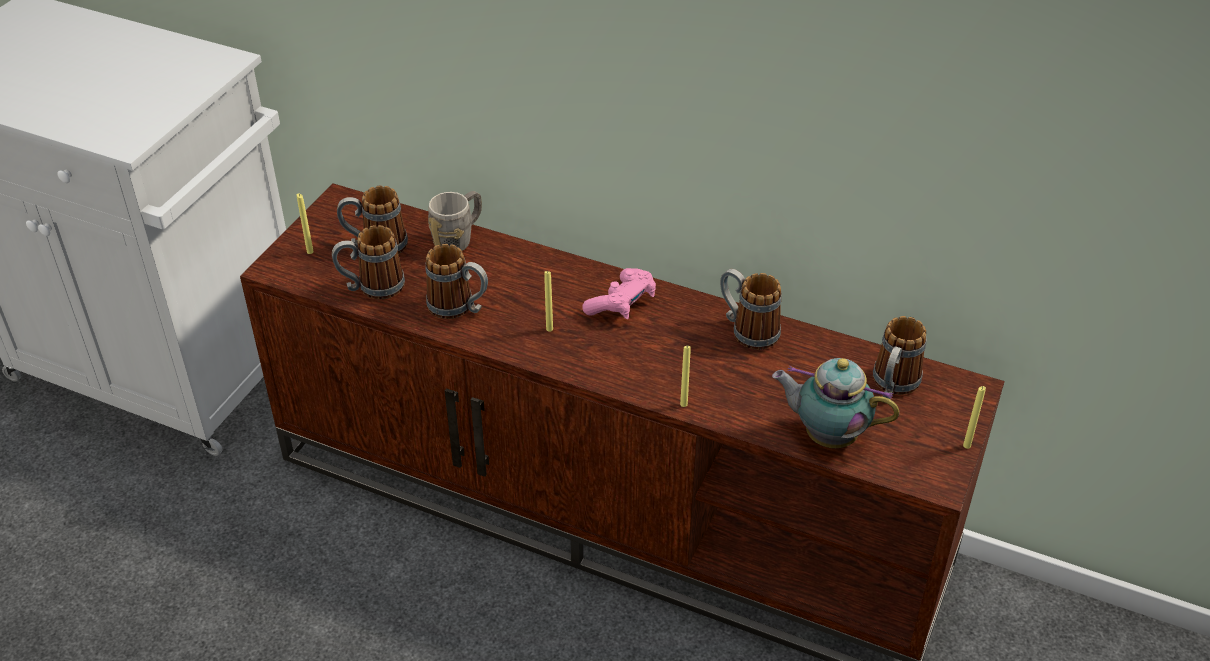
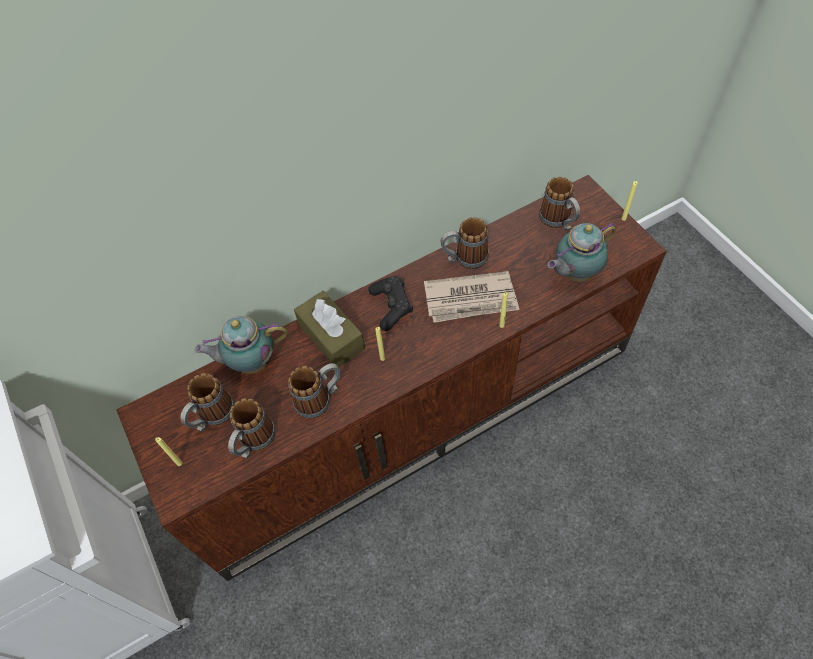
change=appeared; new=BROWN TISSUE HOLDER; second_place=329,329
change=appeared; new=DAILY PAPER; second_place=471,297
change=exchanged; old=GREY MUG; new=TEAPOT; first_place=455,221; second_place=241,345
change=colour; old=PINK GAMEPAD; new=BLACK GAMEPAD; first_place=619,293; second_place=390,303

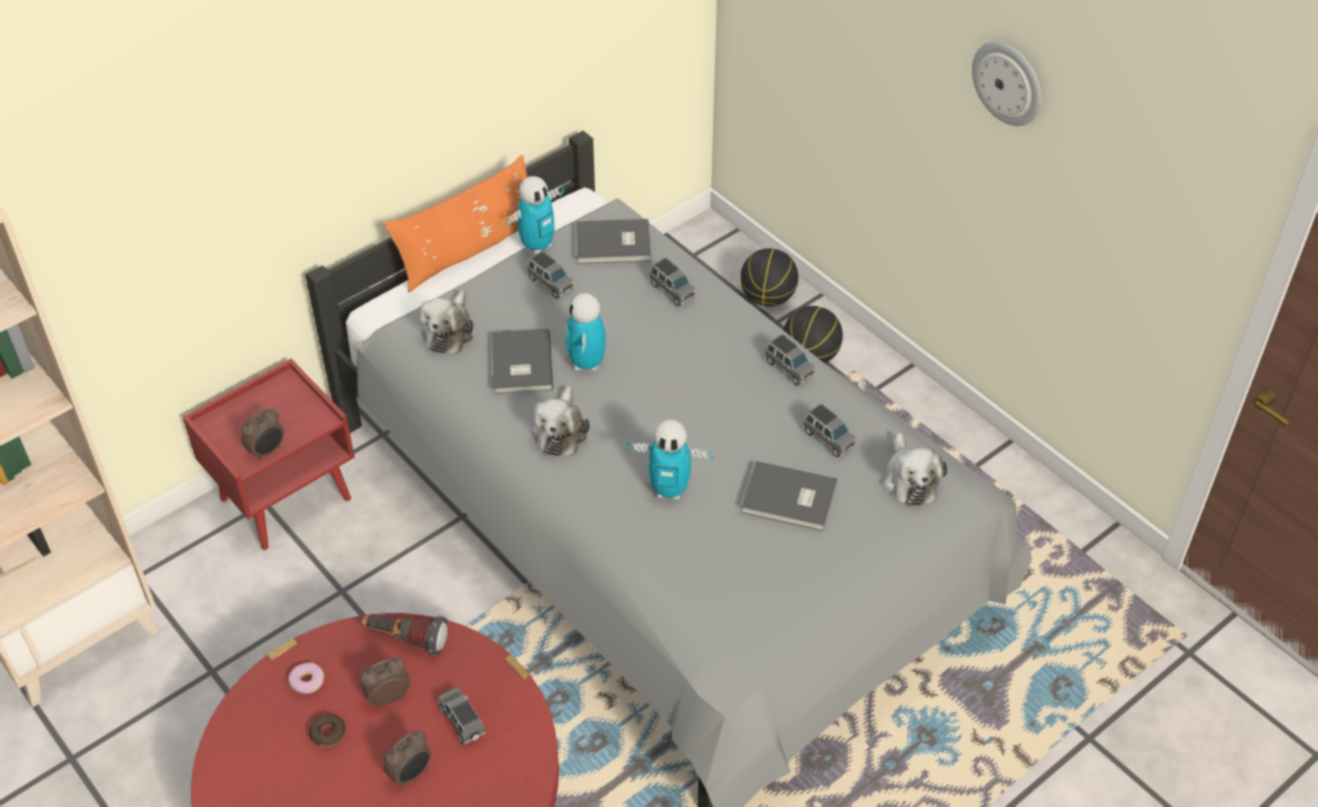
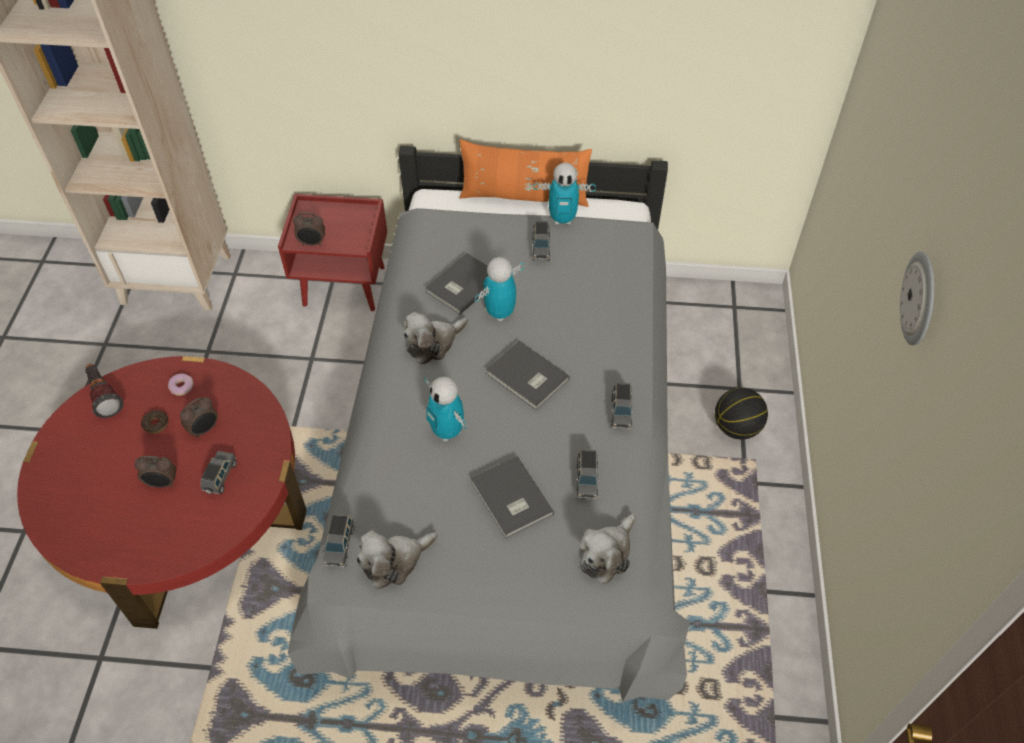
change=missing; old=BASKETBALL BALL; first_place=769,277
change=relocated; old=FLASHLIGHT; first_place=404,635; second_place=104,390
change=relocated; old=CUDDLY TOY; first_place=447,322; second_place=397,559
change=relocated; old=GREY BOOK; first_place=613,241; second_place=528,375
change=relocated; old=GREY MODEL CAR; first_place=673,282; second_place=338,540
change=spun; old=TABLE CLOCK; first_place=385,682; second_place=199,418; degrees=120

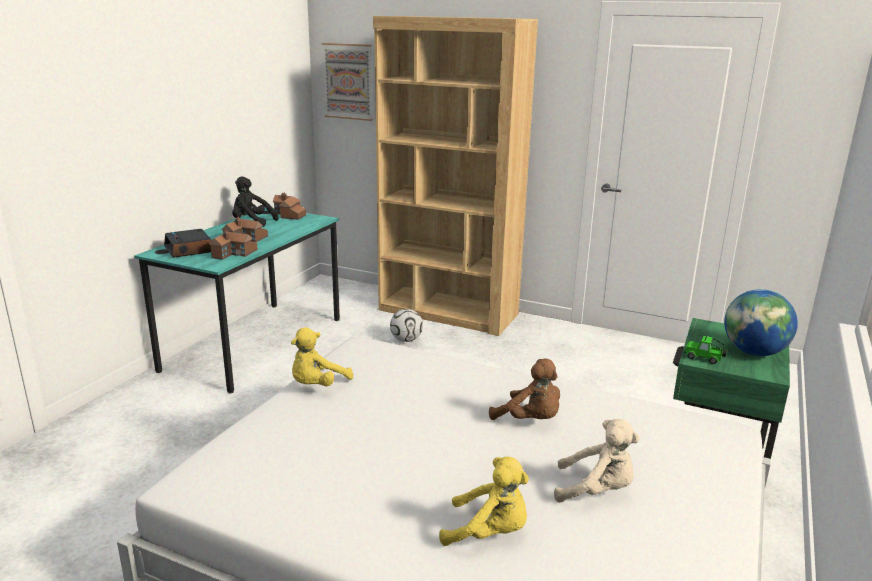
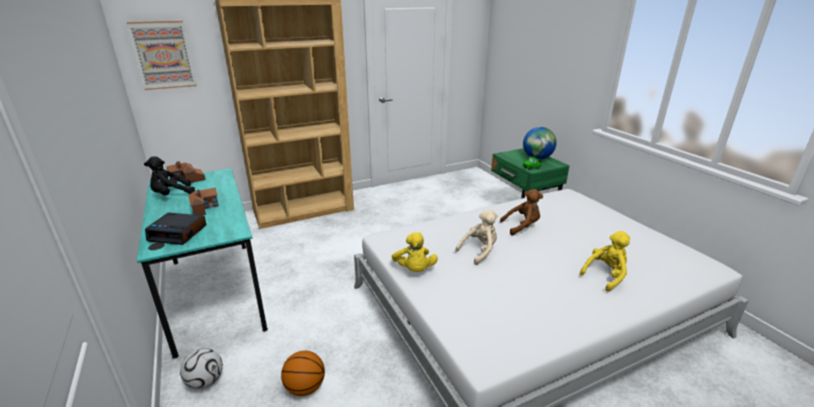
change=missing; old=MINIATURE HOUSE; first_place=233,245
change=appeared; new=BASKETBALL BALL; second_place=303,373
change=relocated; old=FOOTBALL BALL; first_place=406,325; second_place=201,368
change=relocated; old=SAND-COLOURED CUDDLY TOY; first_place=597,461; second_place=476,237

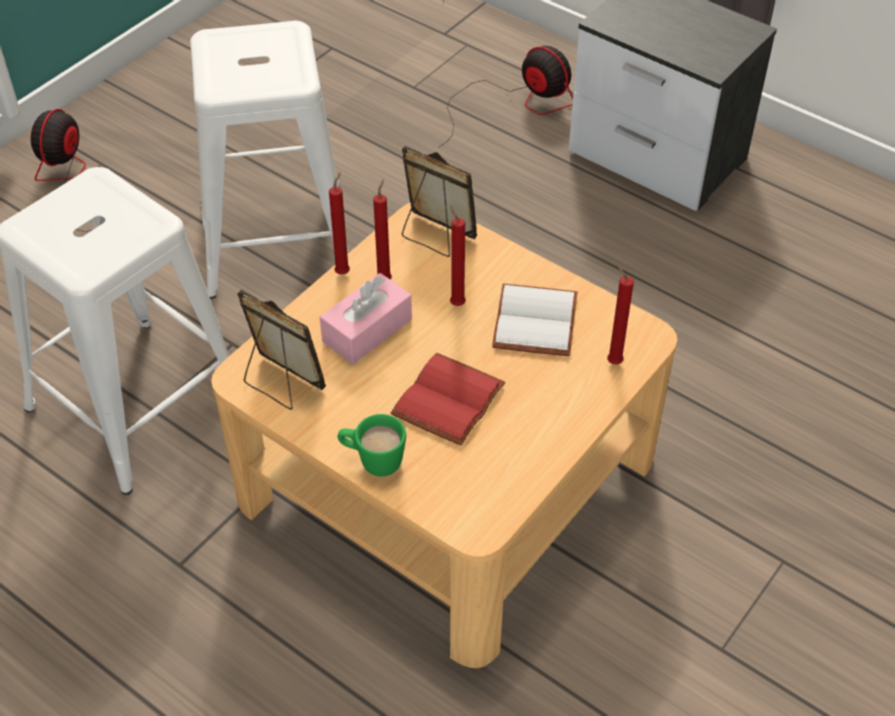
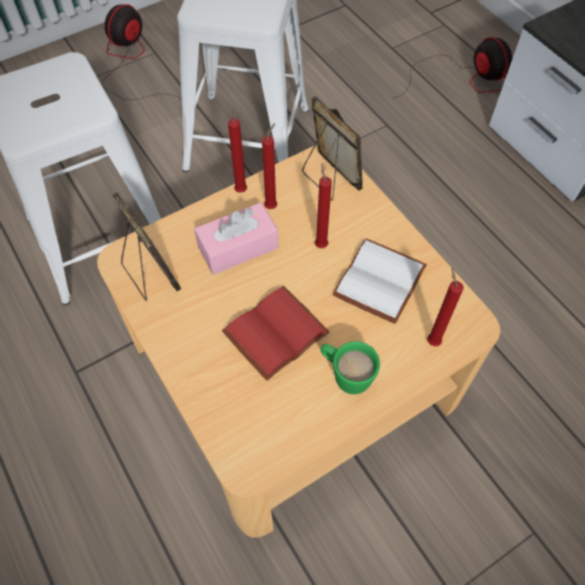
change=relocated; old=GREEN MUG; first_place=372,445; second_place=350,367

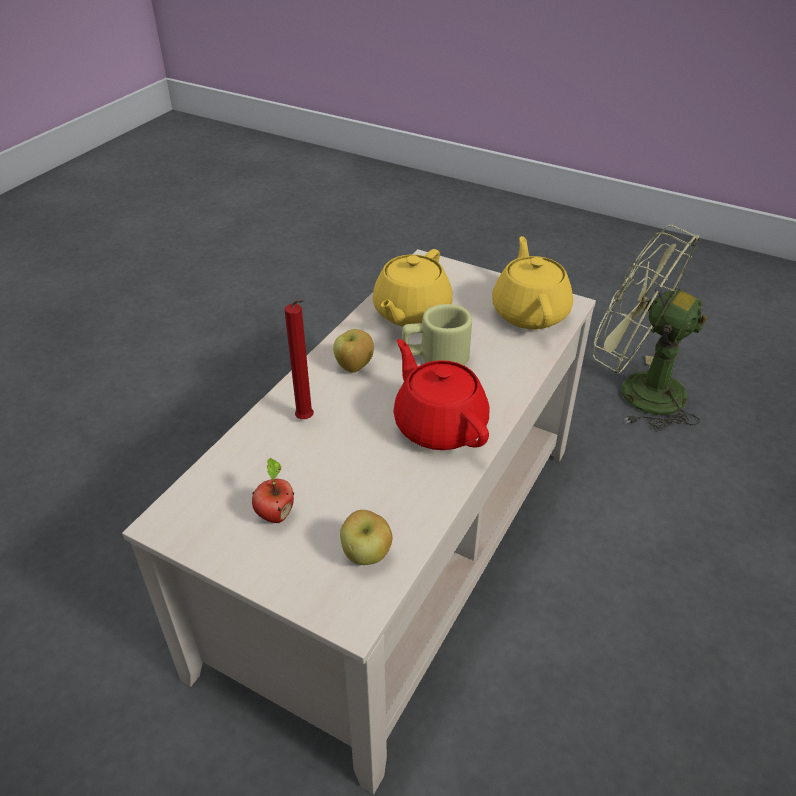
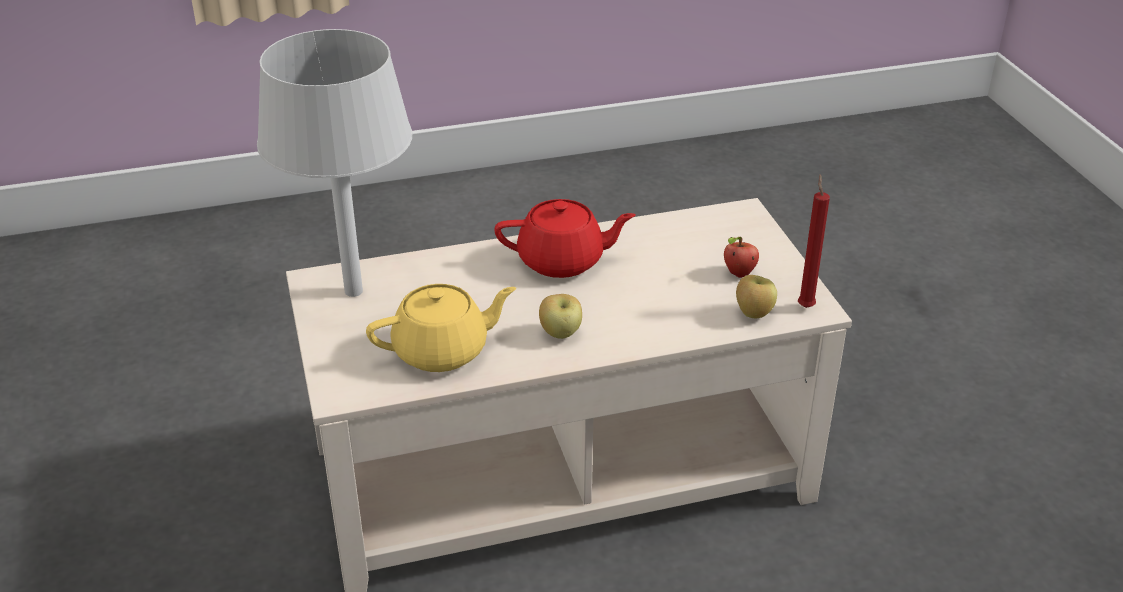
change=missing; old=SAND-COLOURED MUG; first_place=437,335
change=missing; old=GREEN FAN; first_place=650,328
change=relocated; old=REDDISH WAX CANDLE; first_place=299,359; second_place=814,241
change=relocated; old=APPLE; first_place=366,537; second_place=756,296
change=exchanged; old=YELLOW TEAPOT; new=GREY TABLETOP LAMP; first_place=532,282; second_place=334,163
change=spun; old=REDDISH TEAPOT; first_place=441,394; second_place=565,238; degrees=-105

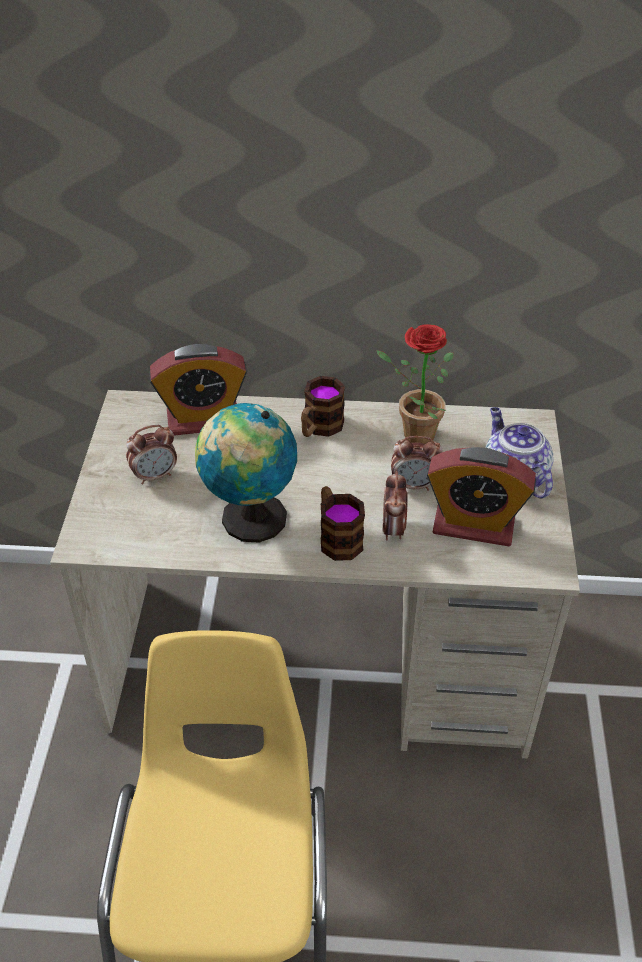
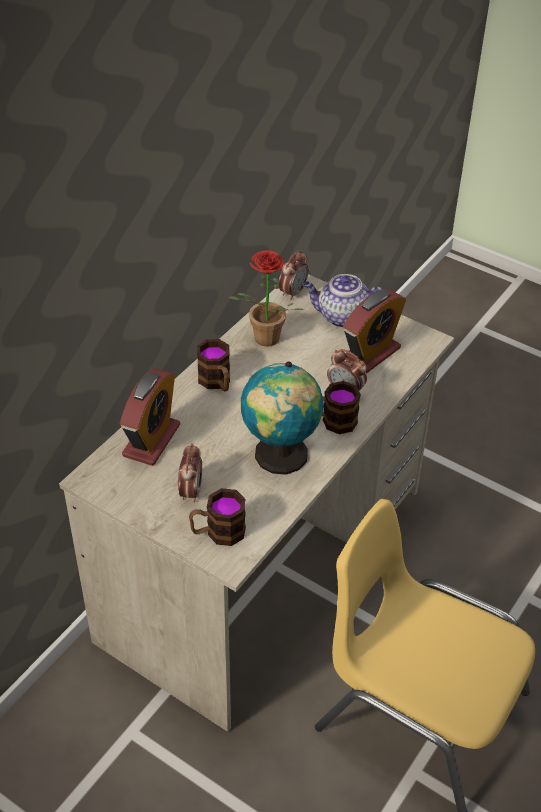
change=appeared; new=MUG; second_place=217,517
change=relocated; old=TABLE CLOCK; first_place=417,463; second_place=293,275

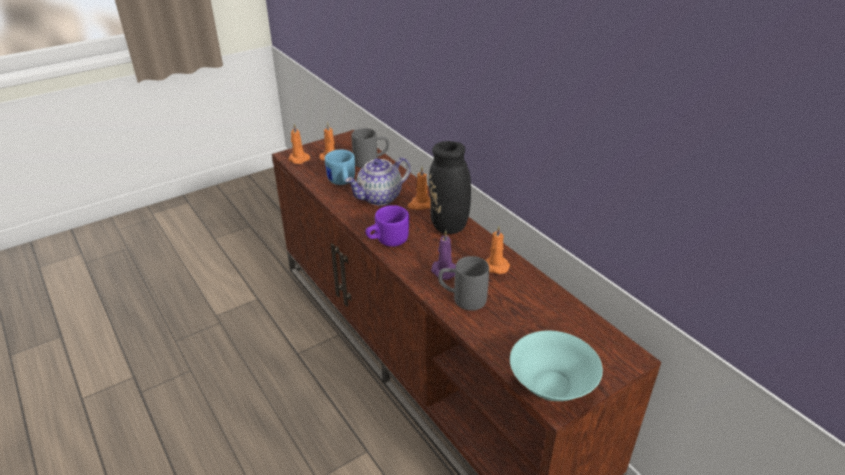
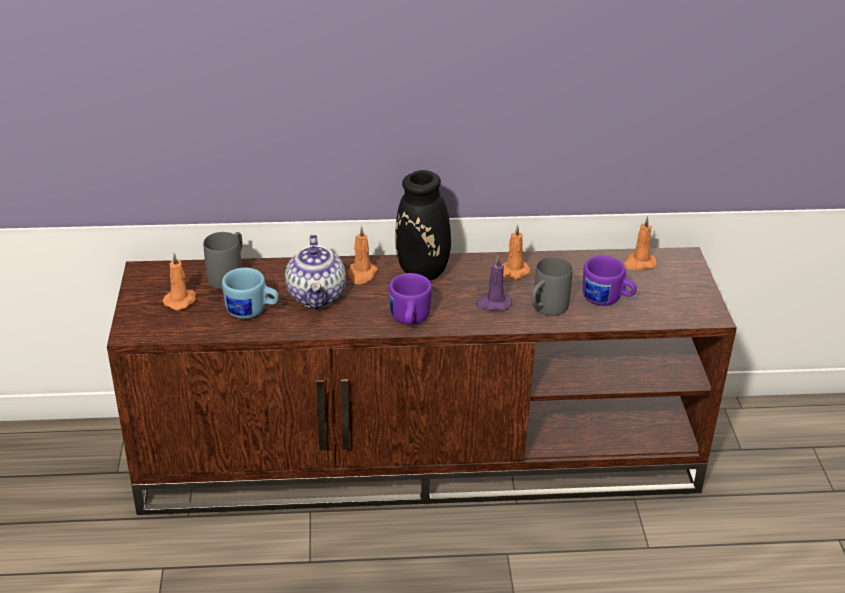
change=missing; old=BLUE-GREEN DEEP DISH; first_place=556,366
change=appeared; new=PURPLE-COLOURED MUG; second_place=610,281
change=relocated; old=ORANGE-COLOURED WAX CANDLE; first_place=299,144; second_place=640,243

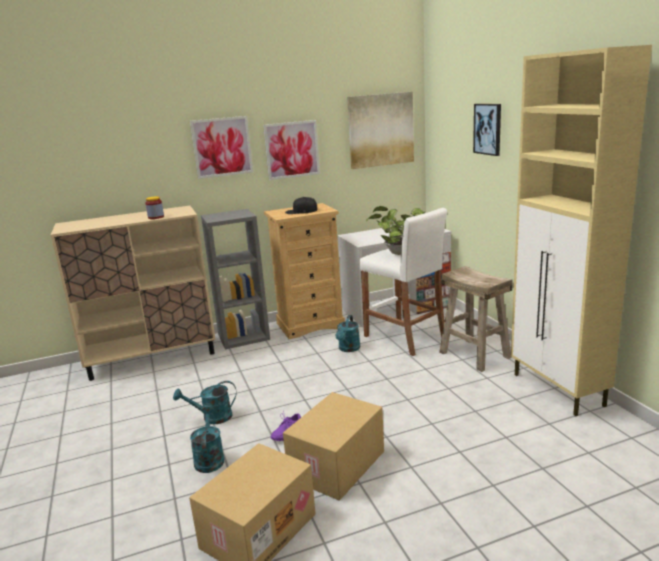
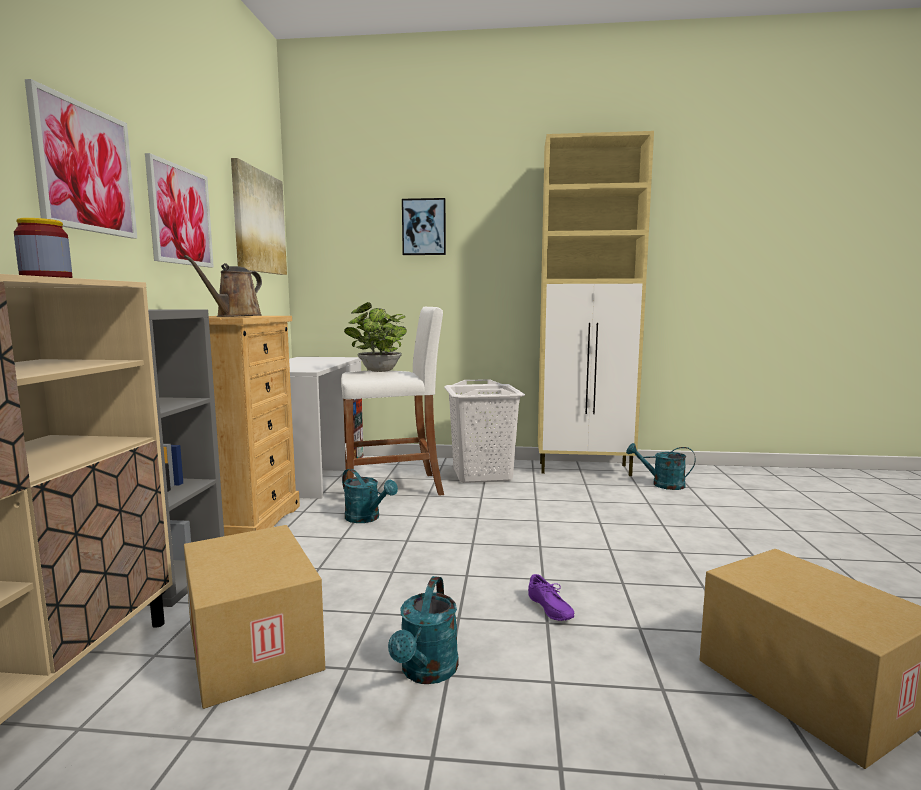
change=relocated; old=BLUE-GREEN WATERING POT; first_place=207,439; second_place=661,466
change=relocated; old=CARDBOARD BOX; first_place=333,446; second_place=254,617
change=exchanged; old=BLACK BASEBALL CAP; new=BROWN WATERING POT; first_place=301,205; second_place=223,286
change=exchanged; old=SAND-COLOURED STOOL SEAT; new=WHITISH WASHING BASKET; first_place=475,319; second_place=484,431

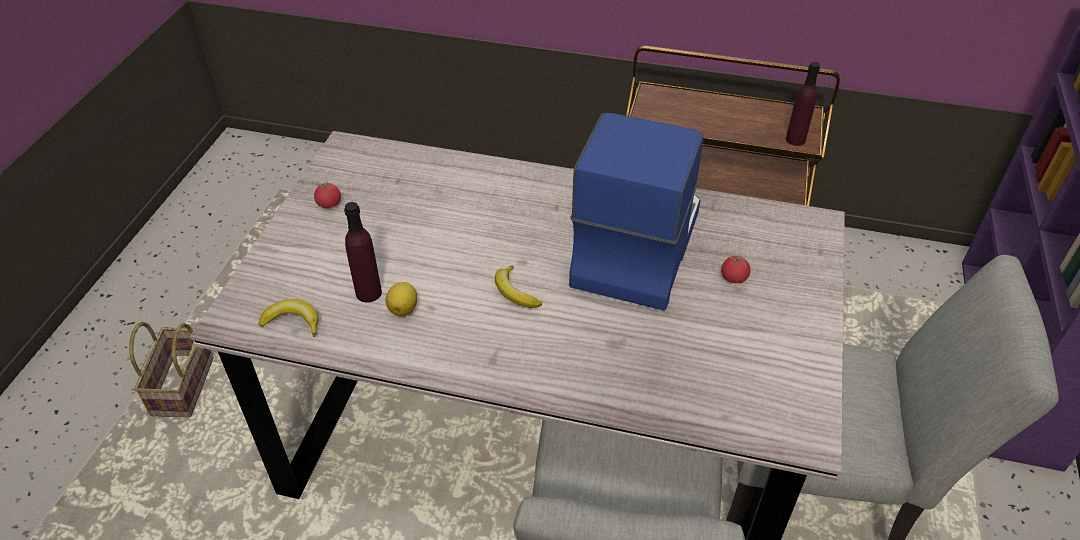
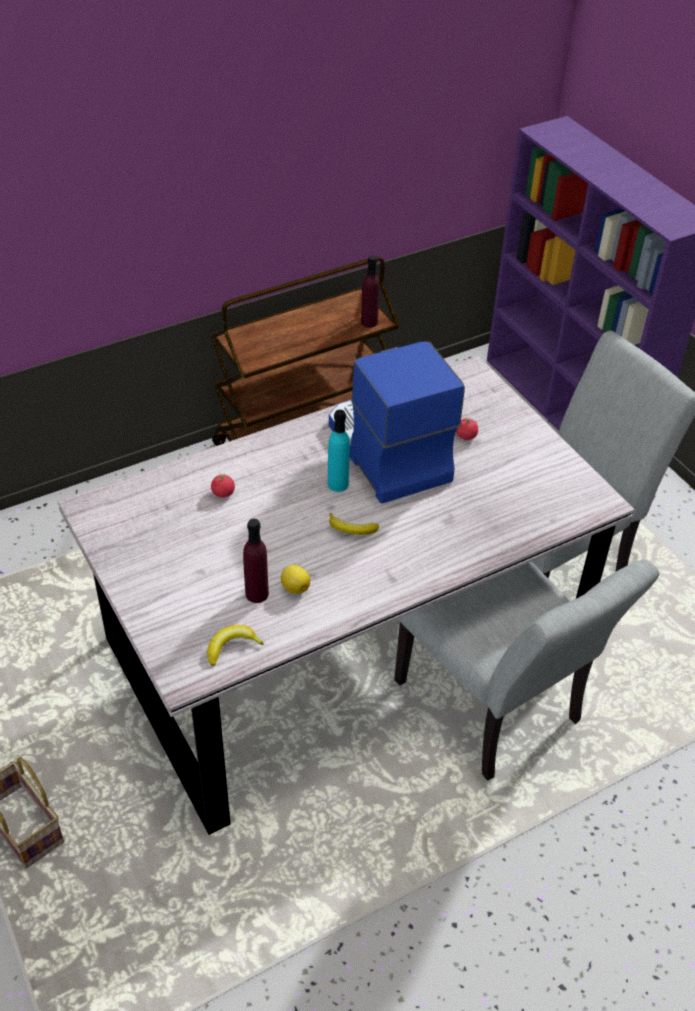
change=appeared; new=BLUE-GREEN BEVERAGE BOTTLE; second_place=339,451
change=relocated; old=WHOLE TOMATO; first_place=327,194; second_place=223,485

